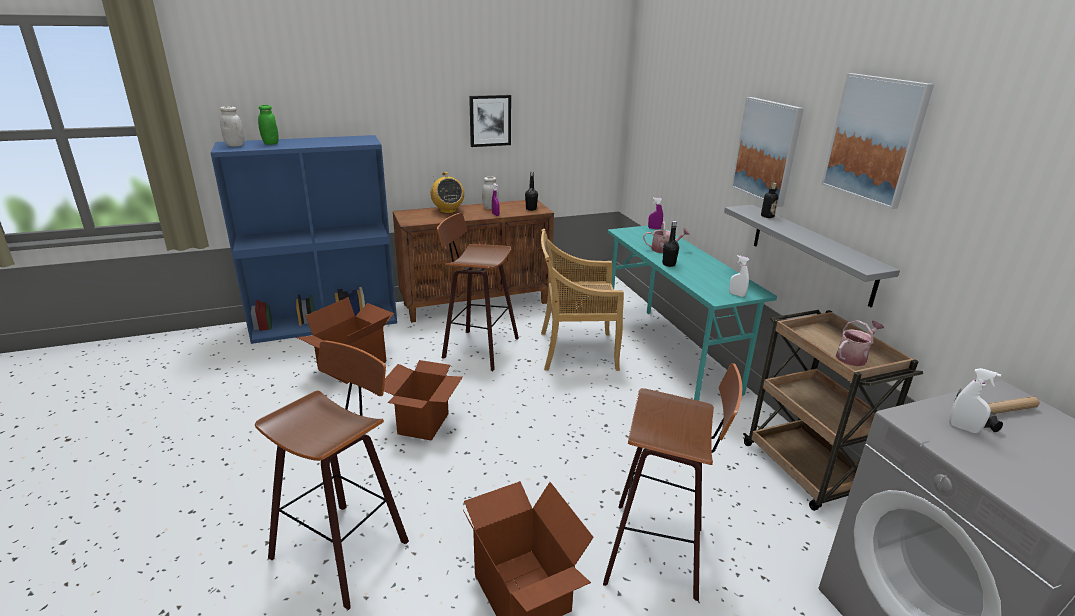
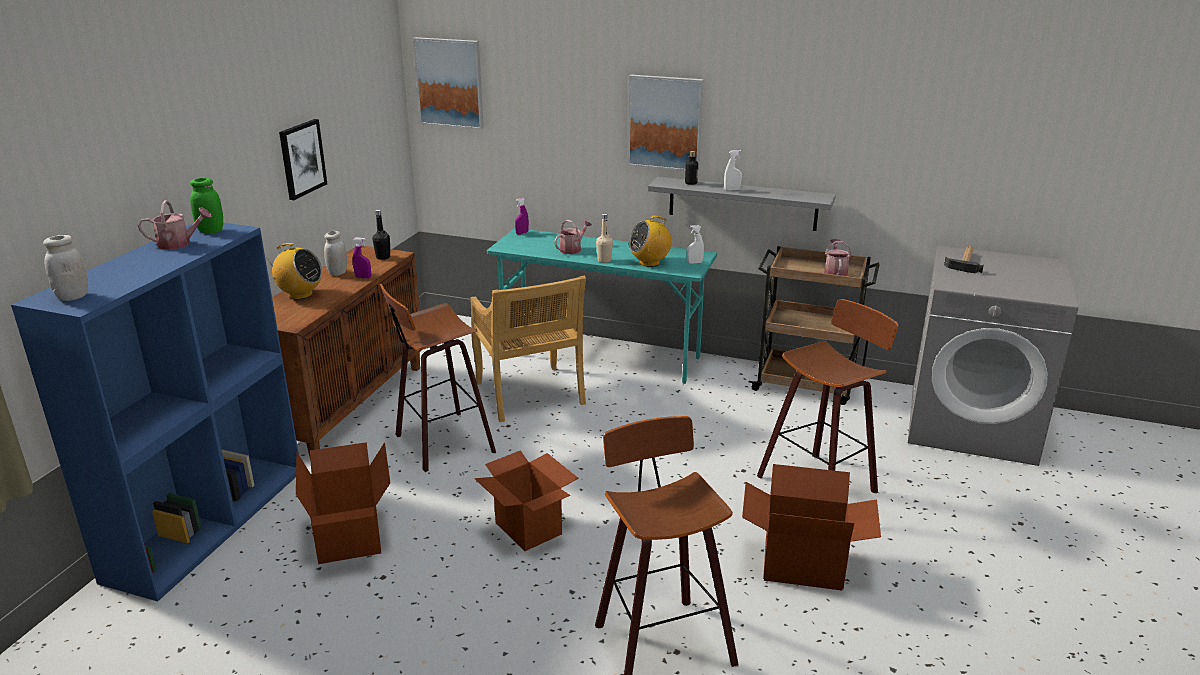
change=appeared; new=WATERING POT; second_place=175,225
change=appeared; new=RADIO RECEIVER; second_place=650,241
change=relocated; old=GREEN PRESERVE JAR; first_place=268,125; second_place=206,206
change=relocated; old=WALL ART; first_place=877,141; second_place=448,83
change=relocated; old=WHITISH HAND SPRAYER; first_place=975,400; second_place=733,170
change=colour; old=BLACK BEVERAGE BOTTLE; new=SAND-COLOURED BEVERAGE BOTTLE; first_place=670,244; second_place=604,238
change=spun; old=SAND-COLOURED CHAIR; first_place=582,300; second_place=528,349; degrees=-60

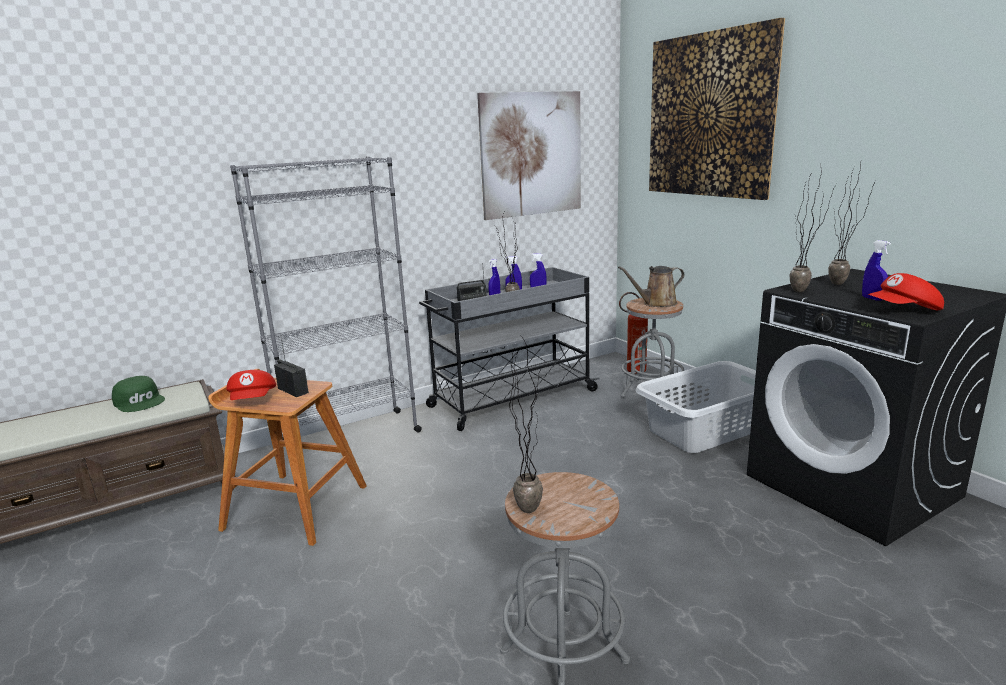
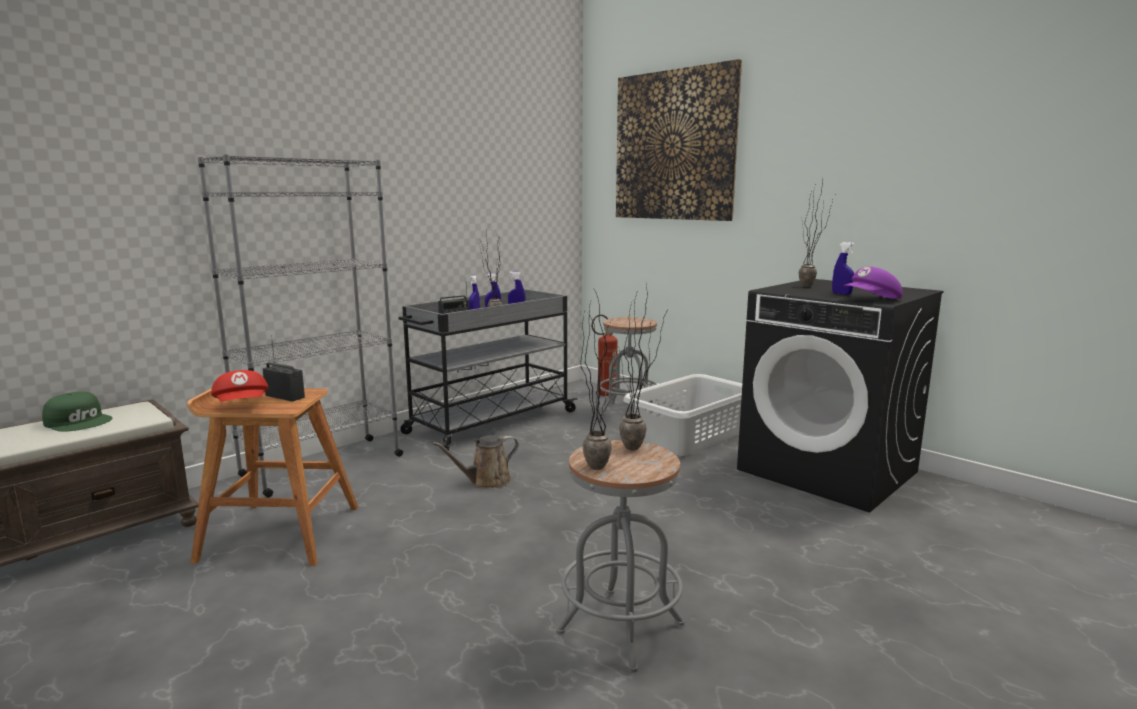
change=missing; old=WALL ART; first_place=529,155
change=relocated; old=BROWN WATERING POT; first_place=651,286; second_place=475,461
change=relocated; old=POTTED PLANT; first_place=813,230; second_place=642,368
change=colour; old=REDDISH BASEBALL CAP; new=PURPLE-COLOURED BASEBALL CAP; first_place=906,291; second_place=873,283

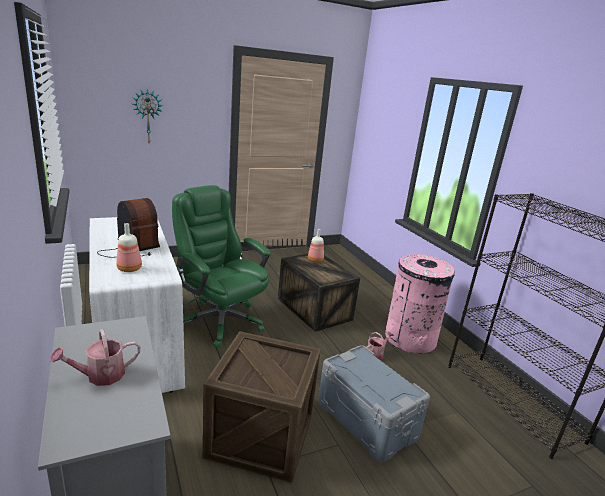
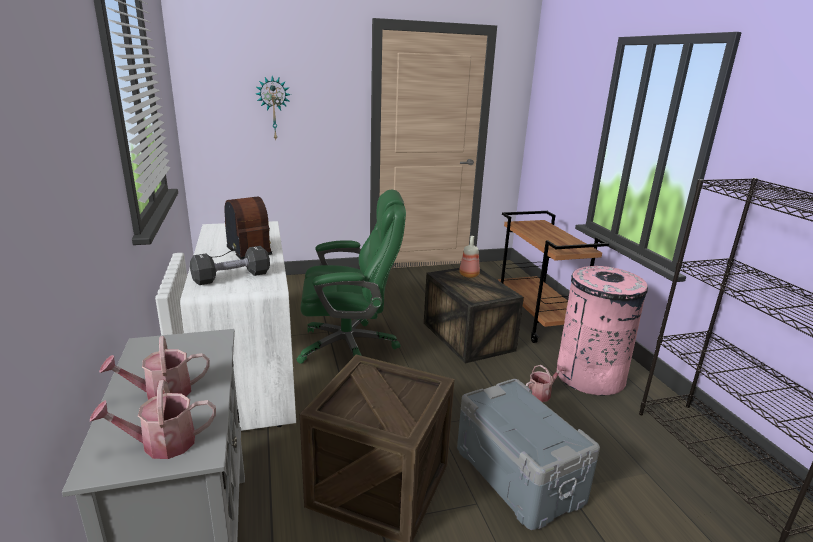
change=appeared; new=WATERING POT; second_place=153,419
change=appeared; new=BROWN CART; second_place=553,277
change=exchanged; old=BEVERAGE BOTTLE; new=BLACK FREE WEIGHT; first_place=129,247; second_place=230,265
change=spun; old=GREEN OFFICE CHAIR; first_place=221,266; second_place=351,276; degrees=120

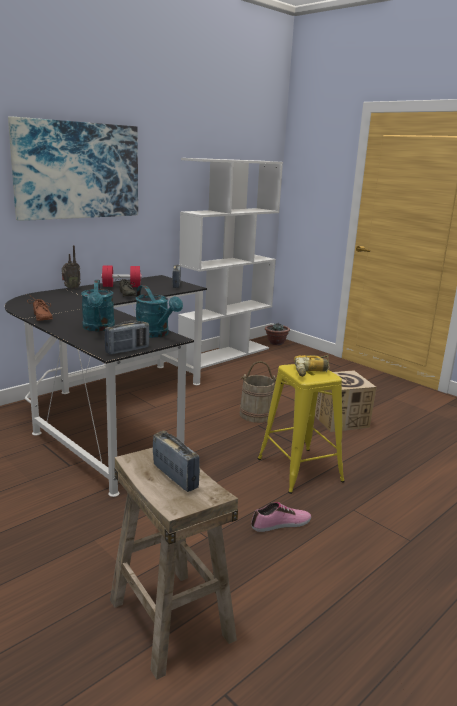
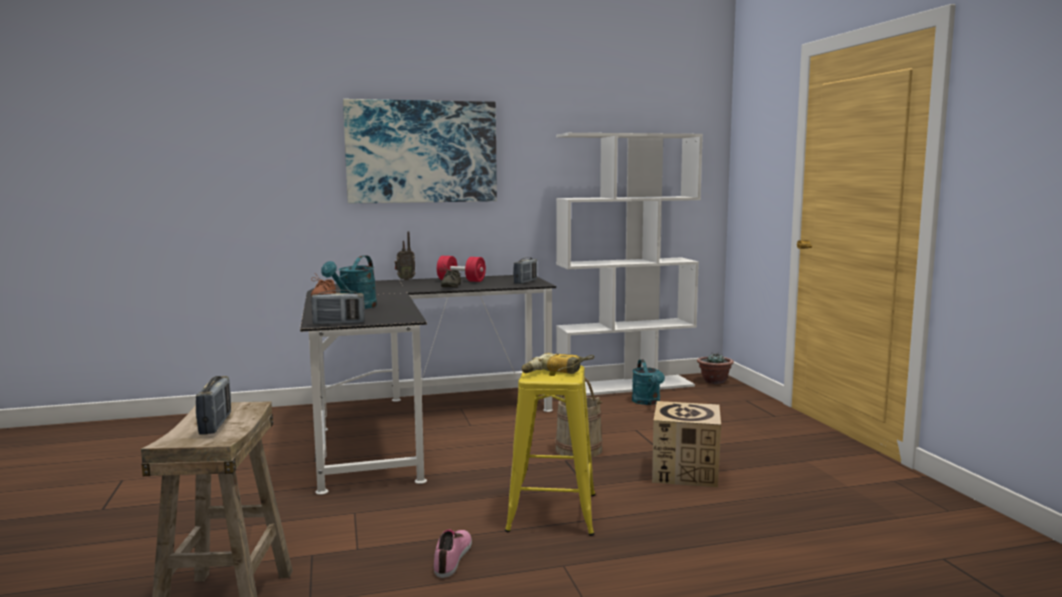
change=relocated; old=BLUE-GREEN WATERING POT; first_place=159,311; second_place=648,382
change=spun; old=SHOE; first_place=281,517; second_place=453,554; degrees=-90

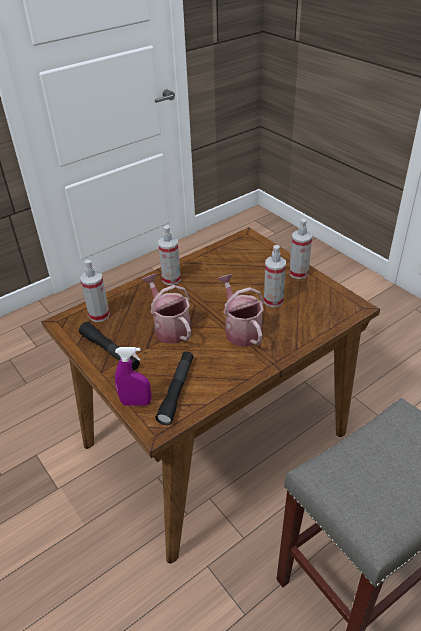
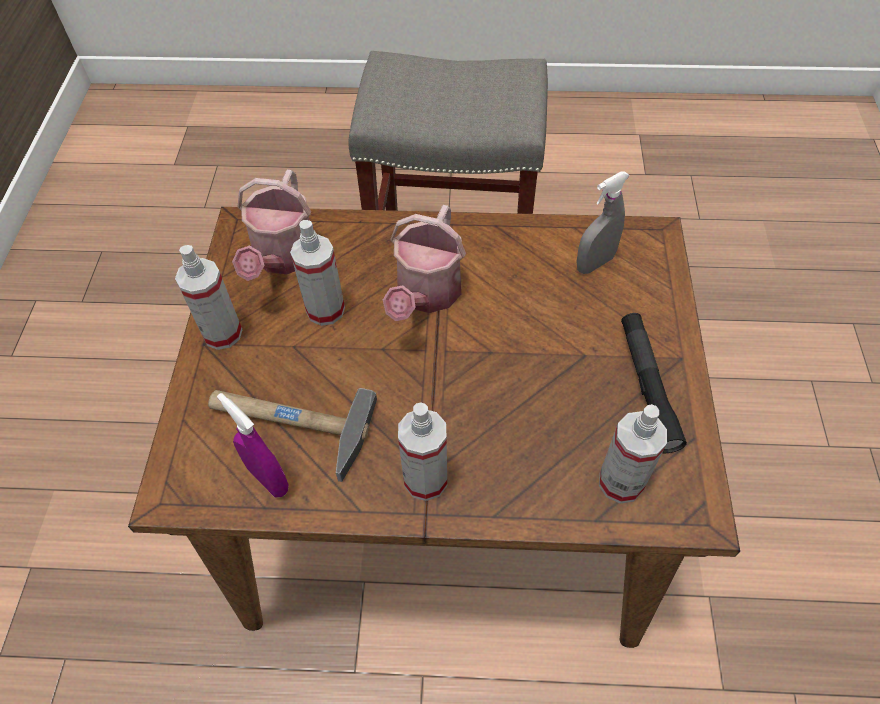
change=appeared; new=TOOL HAMMER; second_place=292,435
change=relocated; old=PURPLE-COLOURED HAND SPRAYER; first_place=133,376; second_place=253,445
change=relocated; old=WATERING POT; first_place=166,309; second_place=271,225
change=exchanged; old=BLACK FLASHLIGHT; new=GREY HAND SPRAYER; first_place=175,388; second_place=603,222

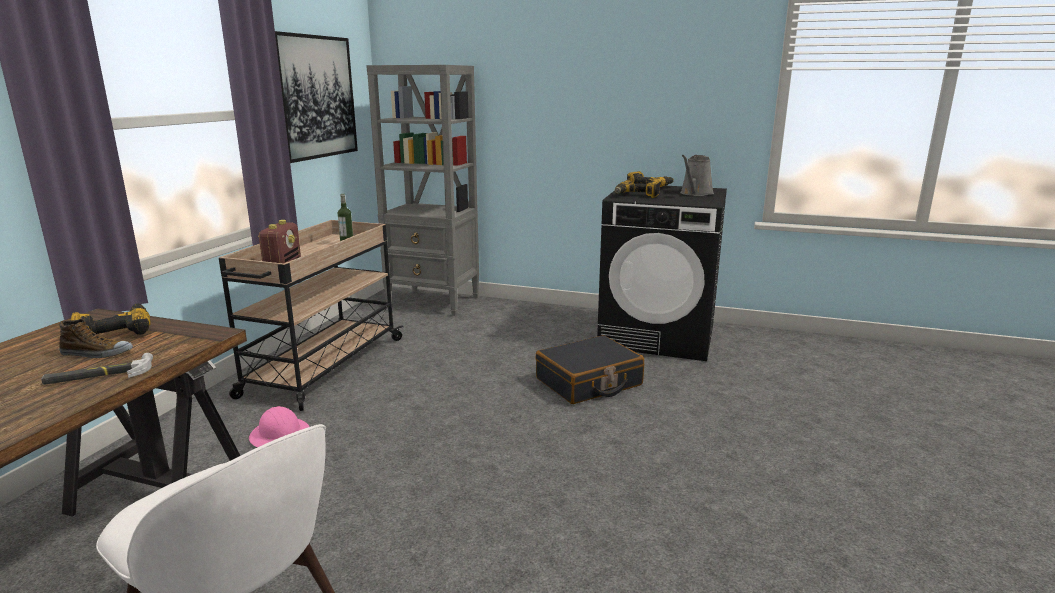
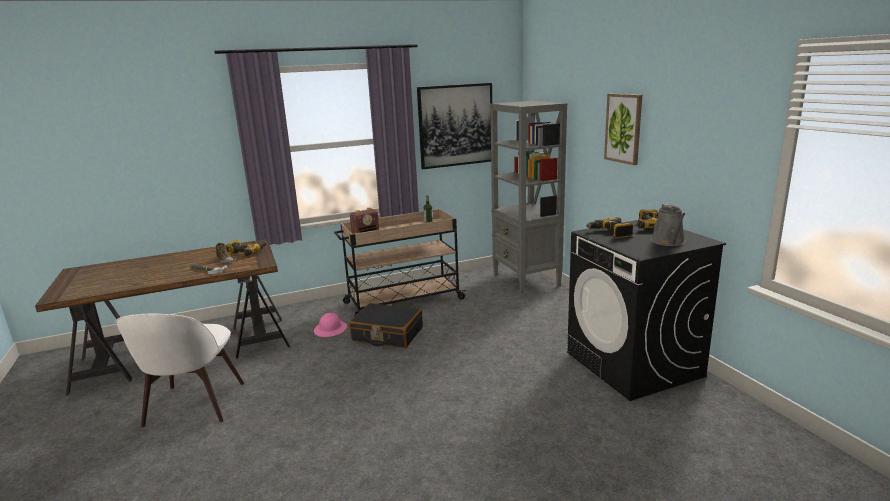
change=appeared; new=WALL ART; second_place=623,129
change=relocated; old=BLACK SUITCASE; first_place=590,369; second_place=386,325
change=spun; old=GREY WATERING POT; first_place=697,175; second_place=668,225; degrees=-75

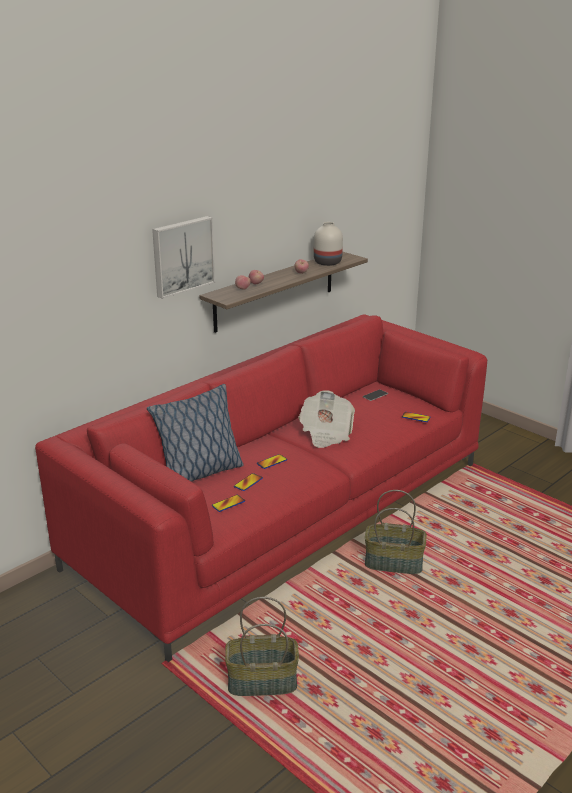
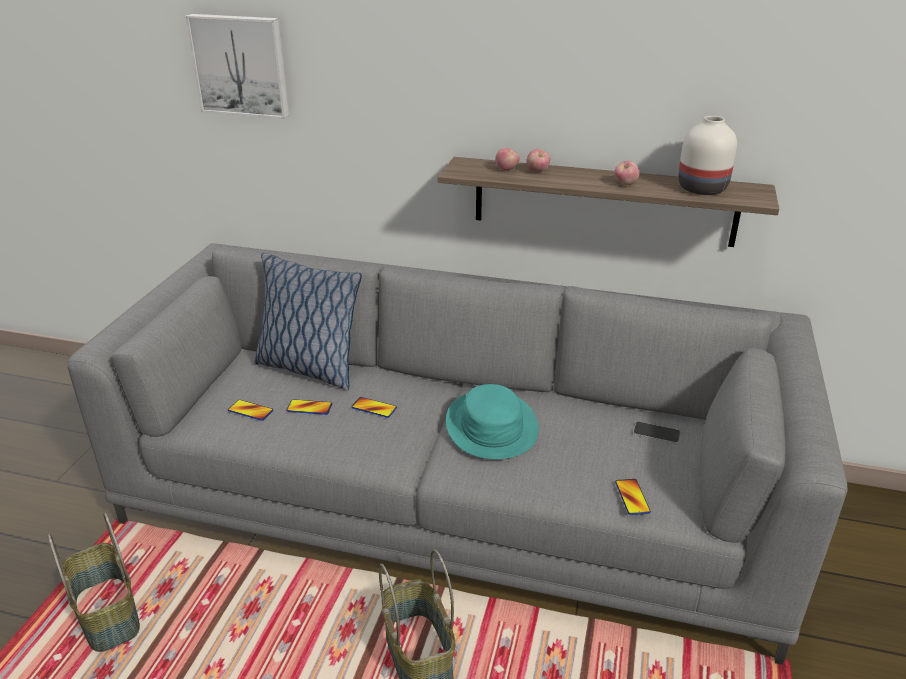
change=relocated; old=WALL ART; first_place=183,257; second_place=237,66
change=exchanged; old=DAILY PAPER; new=BLUE-GREEN HAT; first_place=327,419; second_place=492,421
change=colour; old=REDDISH SETTEE; new=GREY SETTEE; first_place=261,488; second_place=458,454

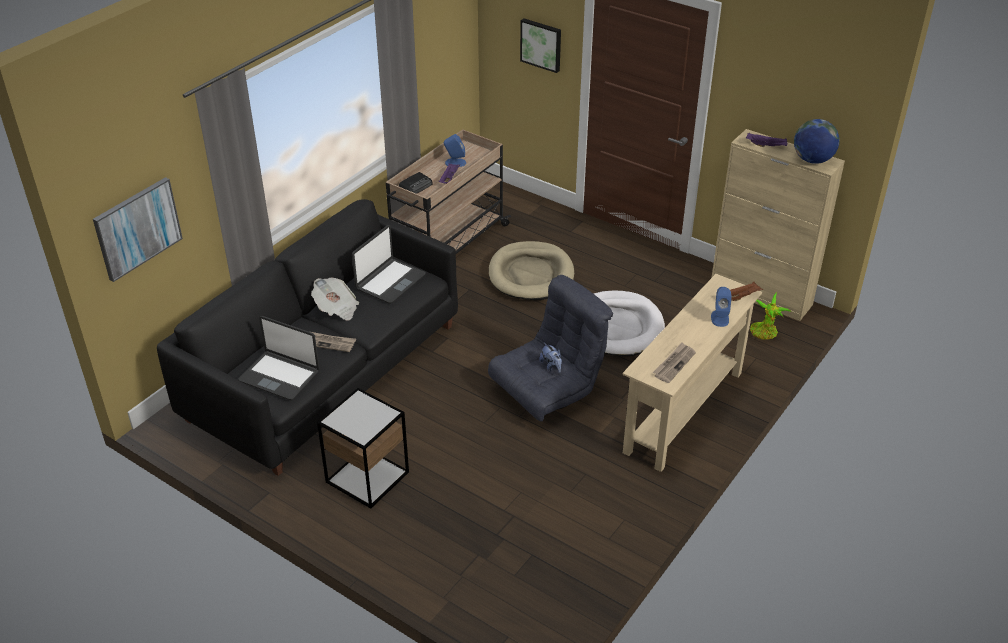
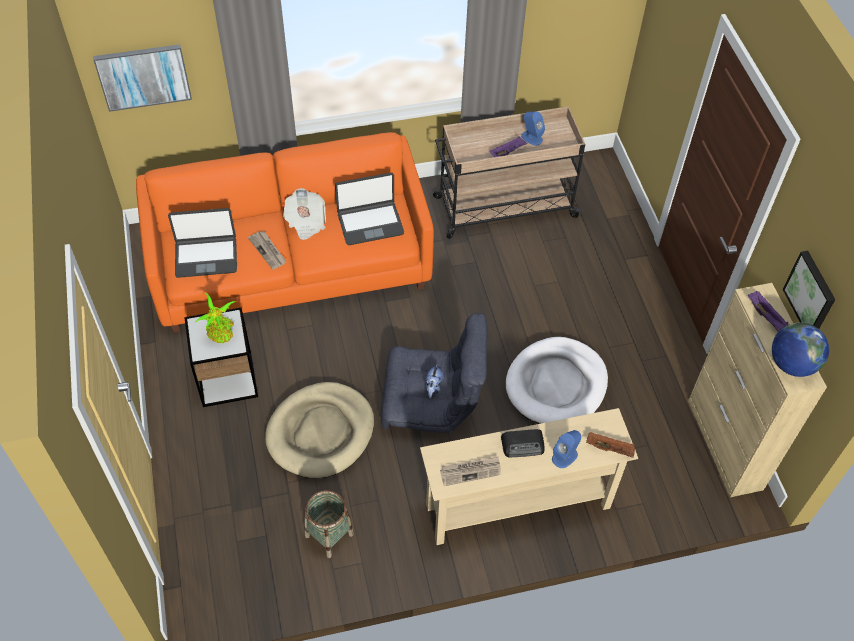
change=appeared; new=STORAGE BASKET; second_place=329,524
change=relocated; old=RADIO RECEIVER; first_place=416,183; second_place=523,443
change=relocated; old=SAND-COLOURED DOG BED; first_place=531,270; second_place=319,430
change=relocated; old=WALL ART; first_place=540,45; second_place=809,290
change=relocated; old=POTTED PLANT; first_place=770,316; second_place=215,318
change=colour; old=BLACK SETTEE; new=ORANGE-COLOURED SETTEE; first_place=307,337; second_place=285,232
change=spun; old=PORTABLE COMPUTER; first_place=278,358; second_place=202,243; degrees=-75

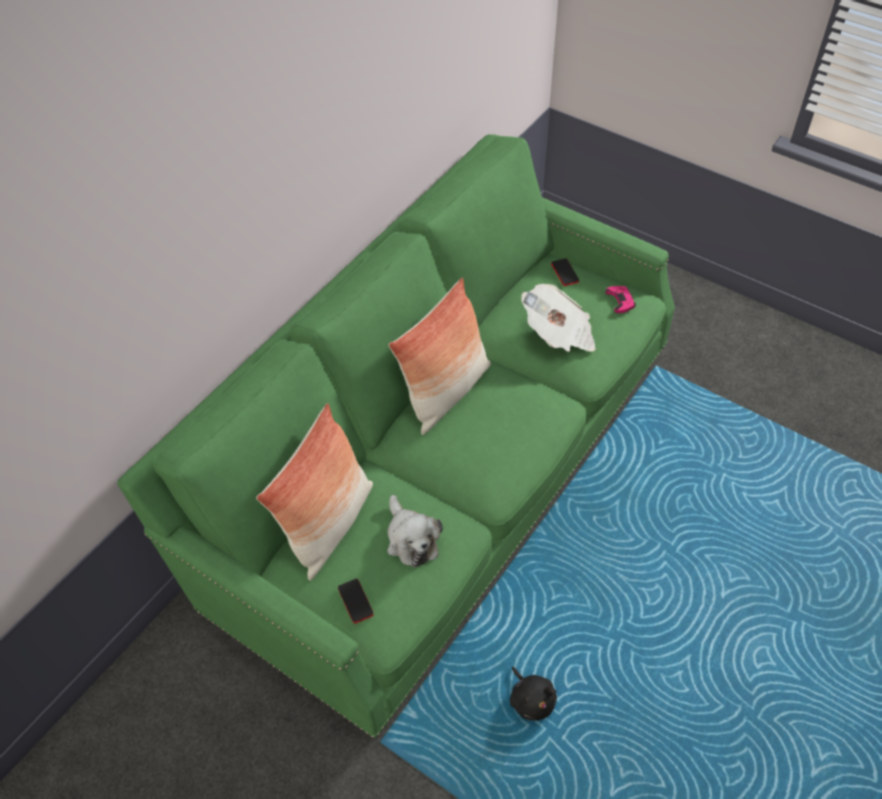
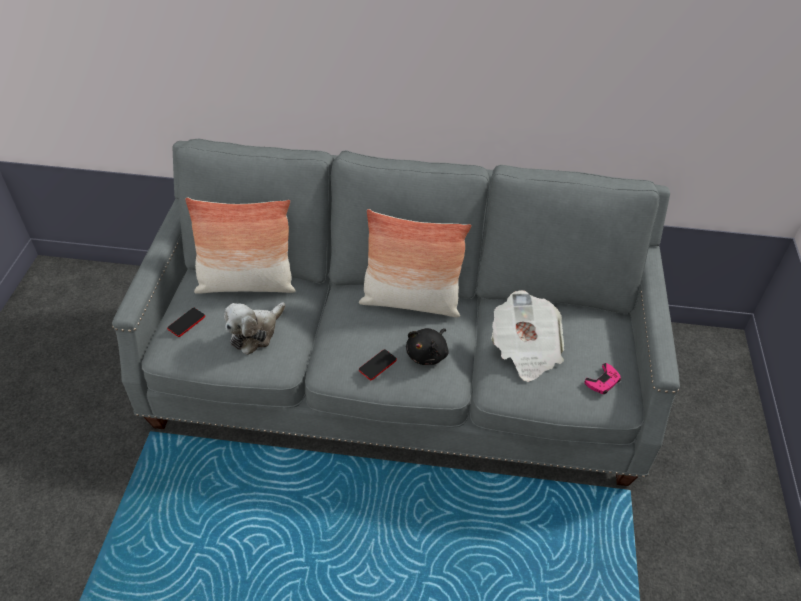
change=relocated; old=BLACK CUDDLY TOY; first_place=533,693; second_place=427,346
change=relocated; old=TELEPHONE; first_place=565,272; second_place=378,364
change=colour; old=GREEN SETTEE; new=GREY SETTEE; first_place=396,436; second_place=396,312

